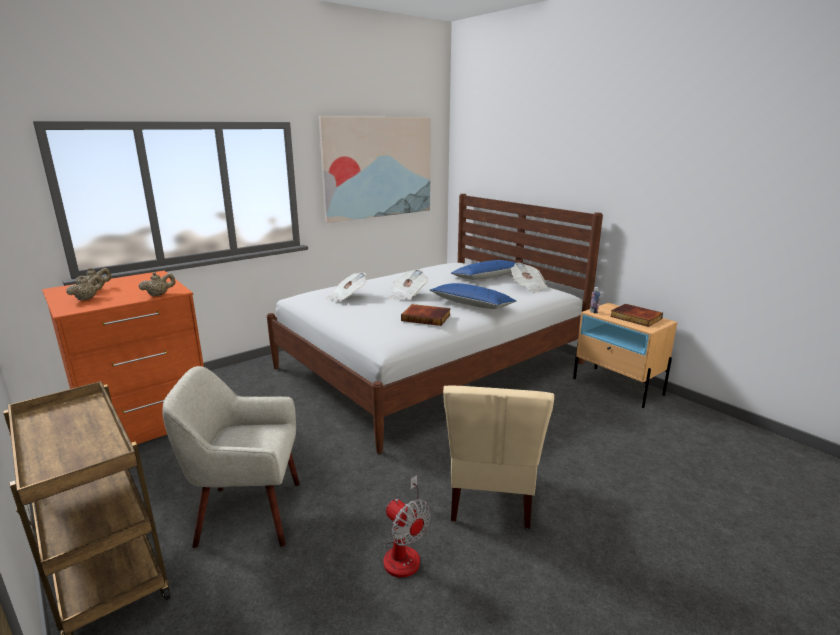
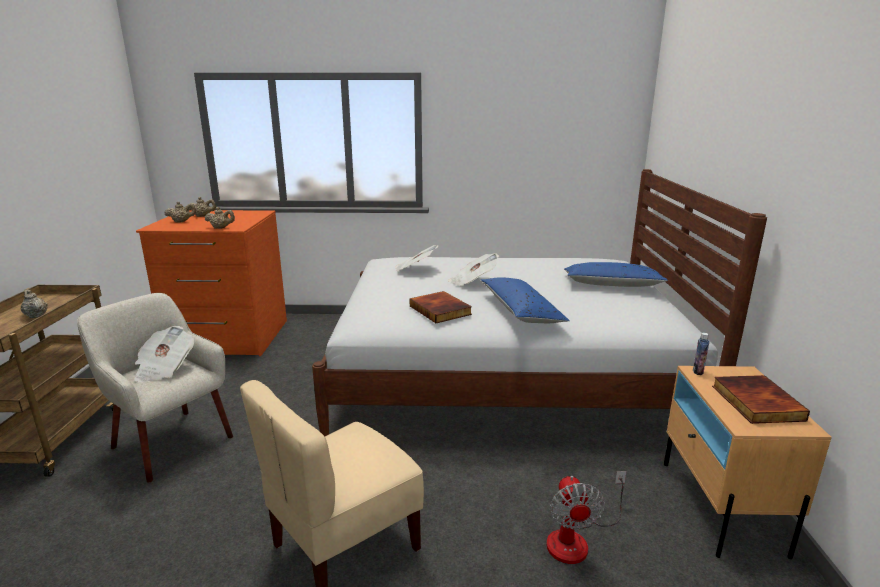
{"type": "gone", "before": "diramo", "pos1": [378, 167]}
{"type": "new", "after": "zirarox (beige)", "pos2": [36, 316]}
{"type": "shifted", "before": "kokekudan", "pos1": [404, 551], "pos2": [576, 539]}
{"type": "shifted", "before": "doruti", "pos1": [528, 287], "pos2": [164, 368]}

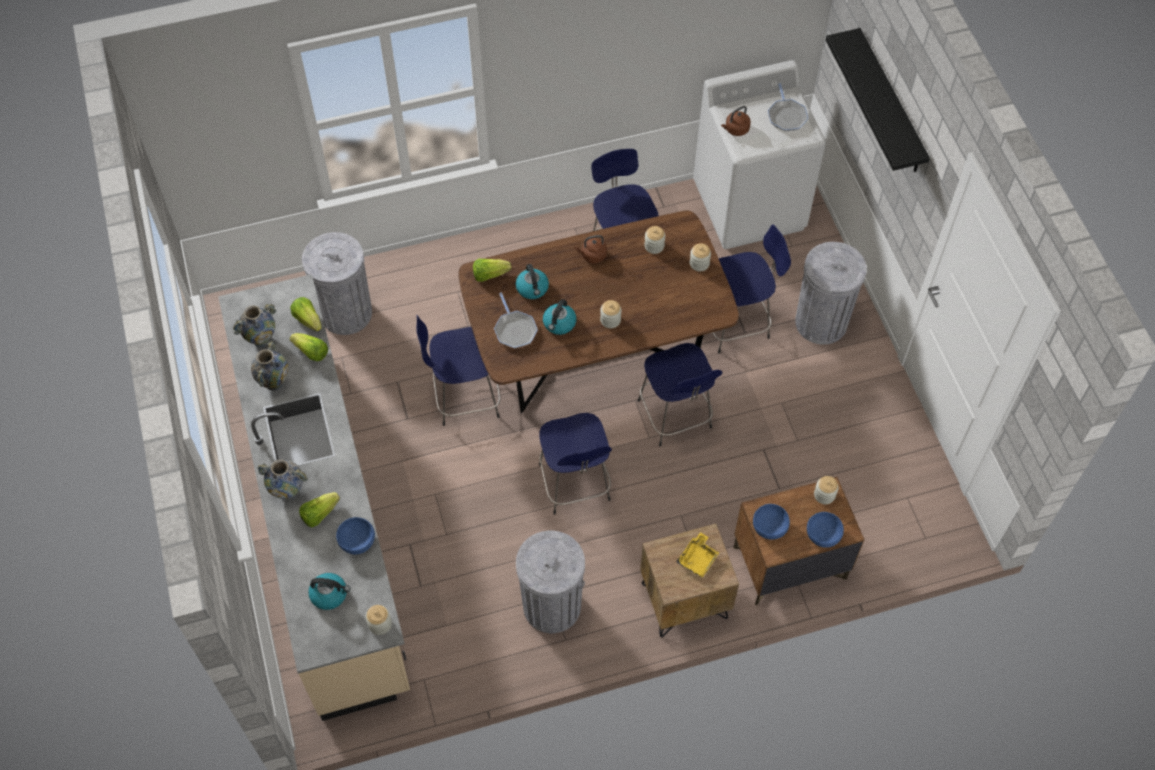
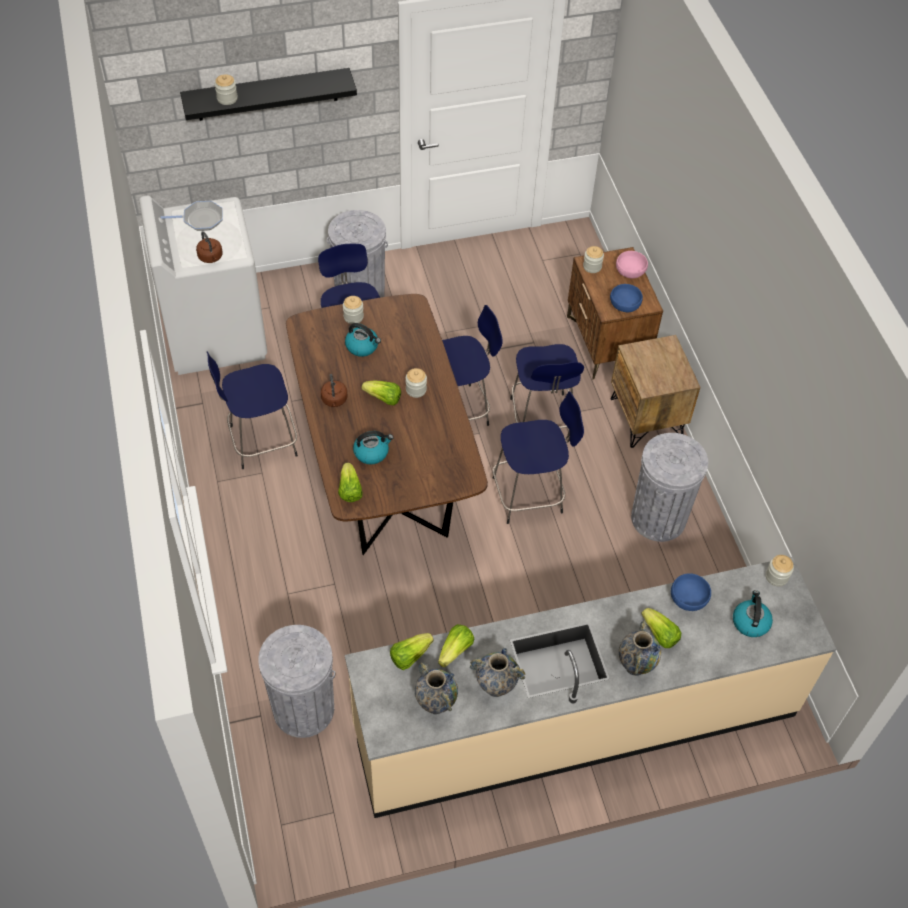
{"type": "gone", "before": "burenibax", "pos1": [514, 330]}
{"type": "gone", "before": "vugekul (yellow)", "pos1": [698, 559]}
{"type": "new", "after": "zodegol", "pos2": [383, 399]}
{"type": "shifted", "before": "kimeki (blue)", "pos1": [464, 398], "pos2": [541, 420]}
{"type": "shifted", "before": "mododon", "pos1": [559, 324], "pos2": [362, 346]}
{"type": "shifted", "before": "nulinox", "pos1": [654, 246], "pos2": [227, 98]}
{"type": "repainted", "before": "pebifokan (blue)", "after": "pebifokan (pink)", "pos1": [823, 535], "pos2": [630, 271]}

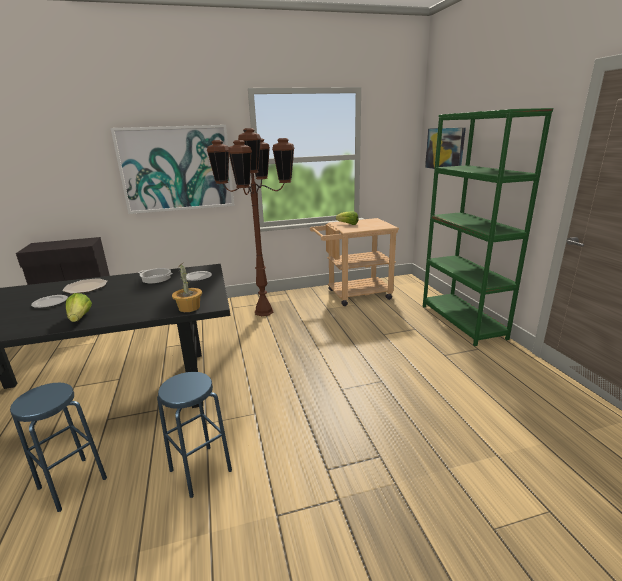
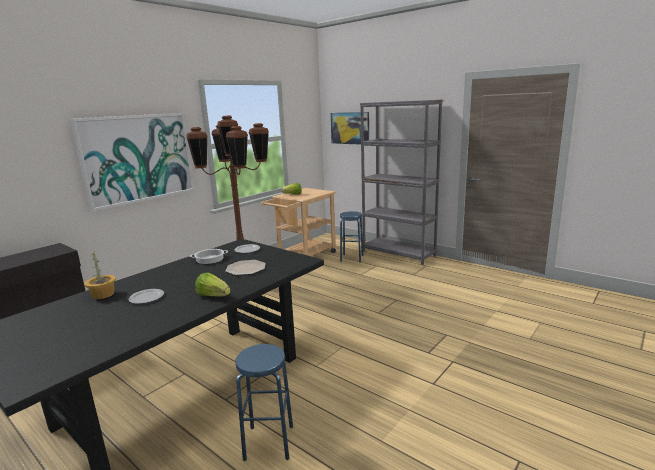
{"type": "shifted", "before": "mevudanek", "pos1": [85, 287], "pos2": [245, 268]}
{"type": "shifted", "before": "kimeki (blue)", "pos1": [200, 470], "pos2": [352, 258]}
{"type": "shifted", "before": "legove", "pos1": [189, 307], "pos2": [103, 294]}
{"type": "repainted", "before": "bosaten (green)", "after": "bosaten (grey)", "pos1": [462, 321], "pos2": [398, 253]}

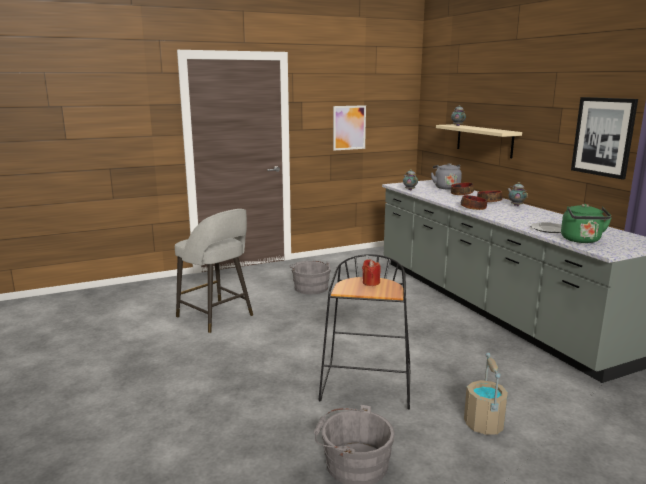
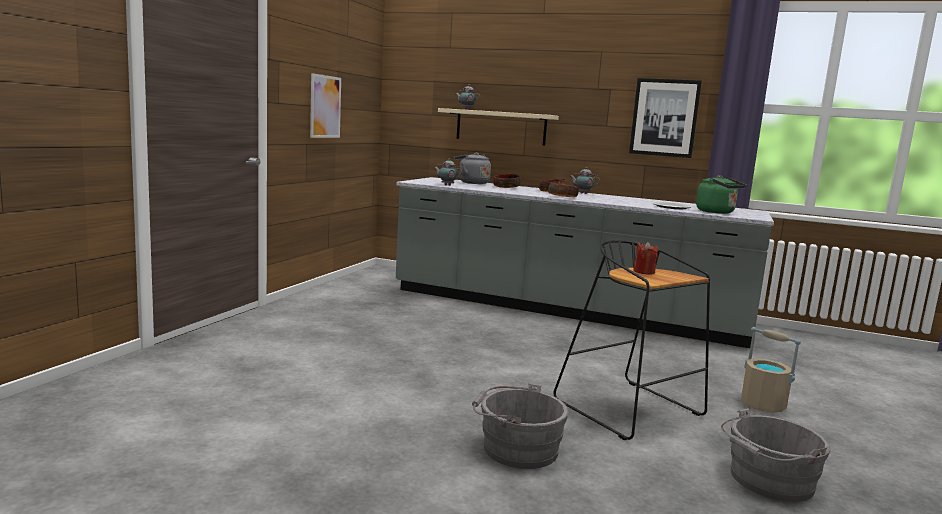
{"type": "gone", "before": "kimeki (grey)", "pos1": [216, 317]}
{"type": "shifted", "before": "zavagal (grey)", "pos1": [310, 287], "pos2": [515, 448]}

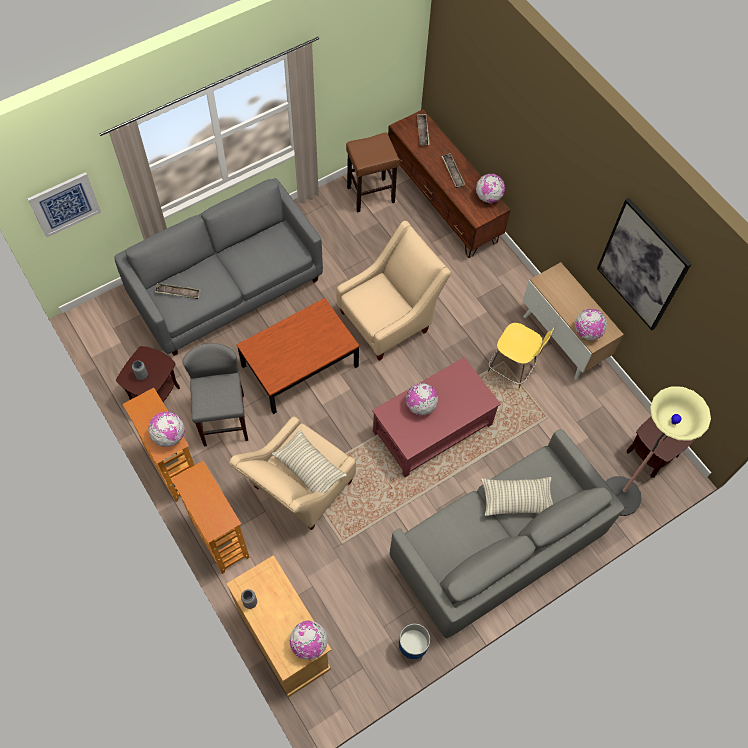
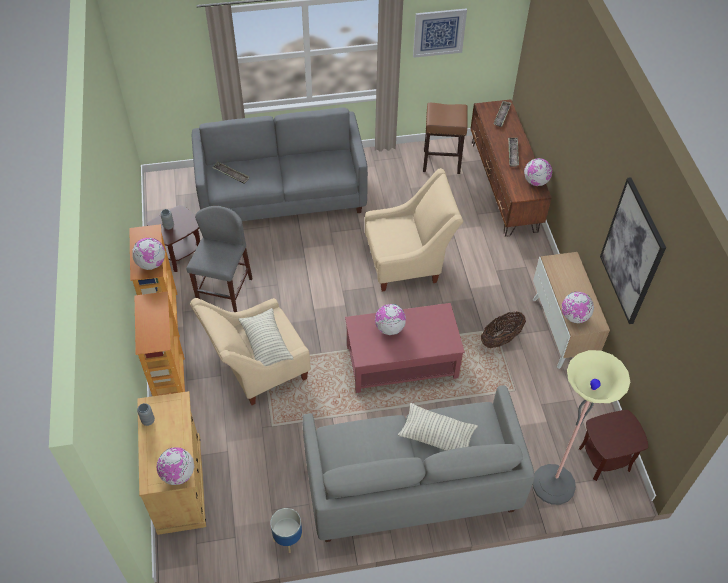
{"type": "gone", "before": "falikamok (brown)", "pos1": [300, 365]}
{"type": "shifted", "before": "diramo", "pos1": [65, 204], "pos2": [439, 32]}
{"type": "swapped", "before": "kimeki (yellow)", "after": "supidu", "pos1": [512, 369], "pos2": [501, 339]}

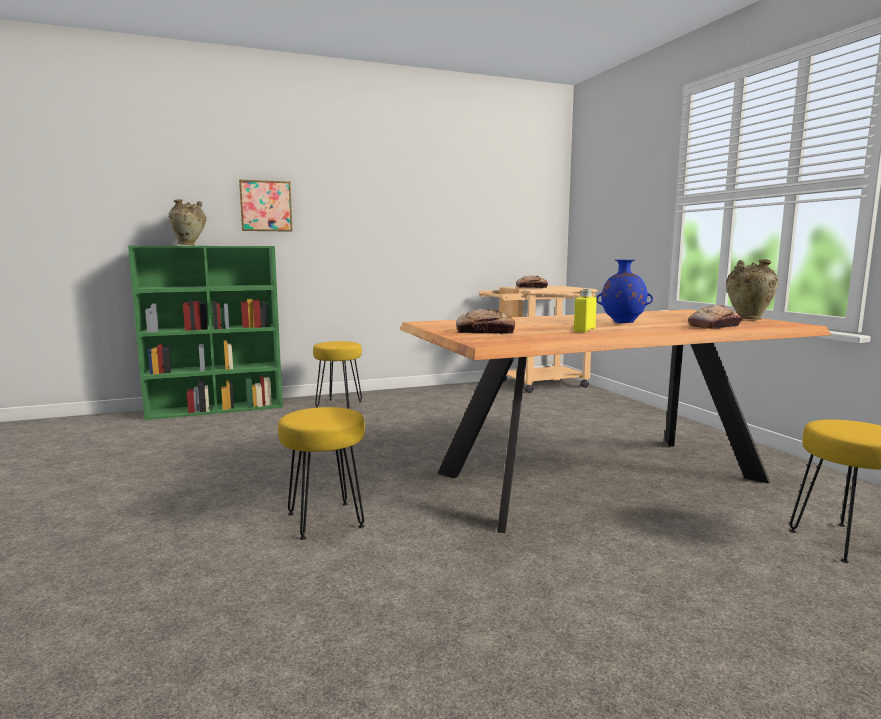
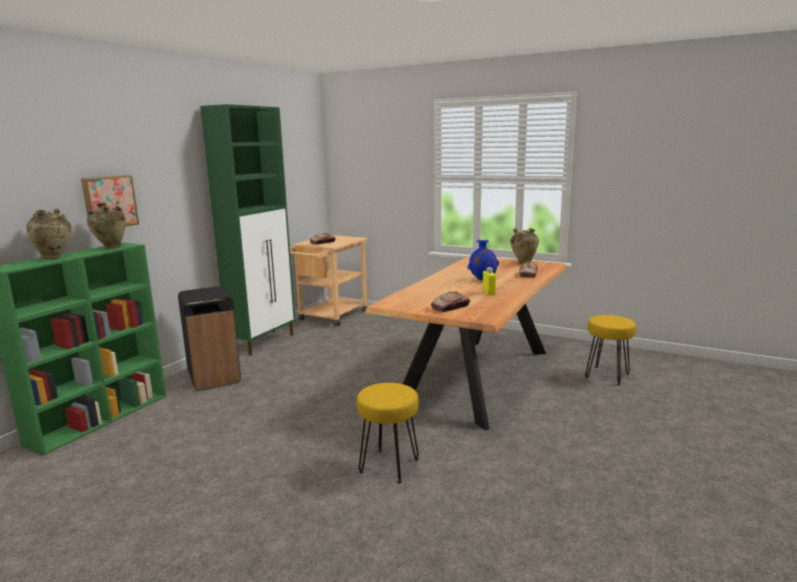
{"type": "new", "after": "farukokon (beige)", "pos2": [111, 247]}
{"type": "new", "after": "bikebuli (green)", "pos2": [263, 342]}
{"type": "swapped", "before": "kimeki (yellow)", "after": "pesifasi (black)", "pos1": [338, 405], "pos2": [213, 378]}

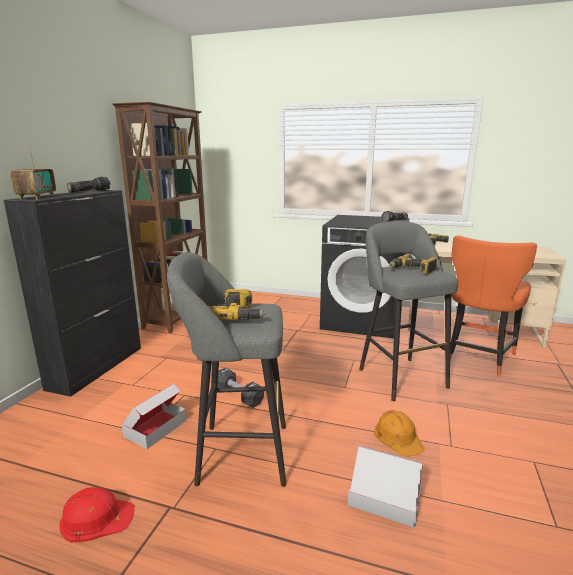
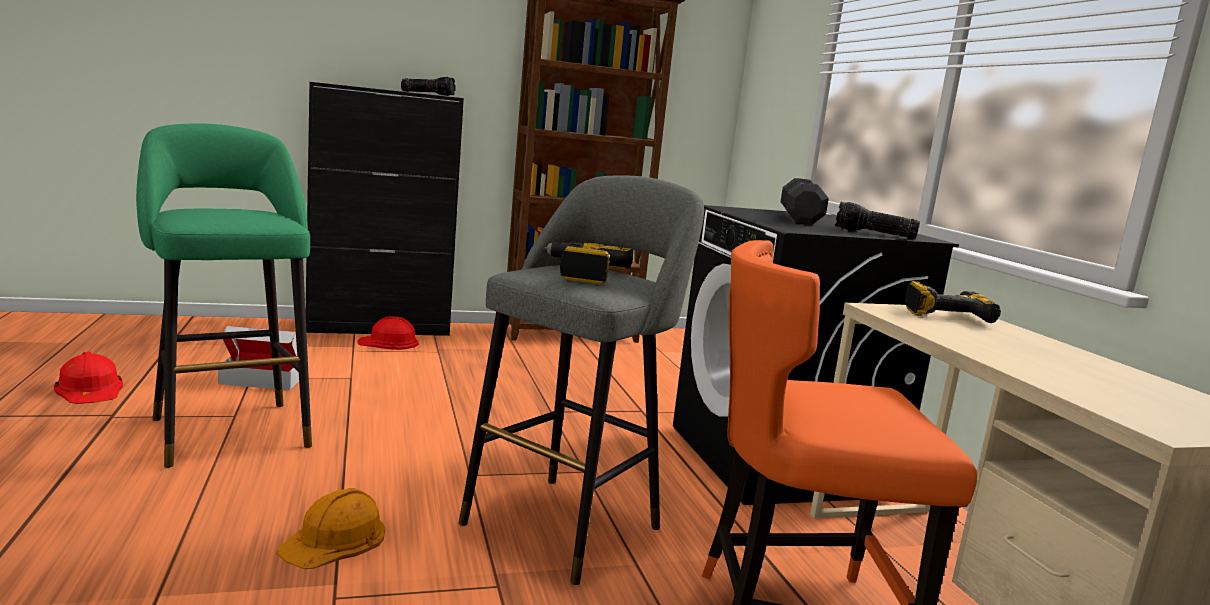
{"type": "gone", "before": "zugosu", "pos1": [37, 197]}
{"type": "gone", "before": "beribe", "pos1": [239, 315]}
{"type": "gone", "before": "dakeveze", "pos1": [384, 500]}
{"type": "new", "after": "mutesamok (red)", "pos2": [389, 342]}
{"type": "shifted", "before": "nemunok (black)", "pos1": [238, 396], "pos2": [800, 218]}
{"type": "repainted", "before": "kimeki (grey)", "after": "kimeki (green)", "pos1": [237, 453], "pos2": [228, 429]}

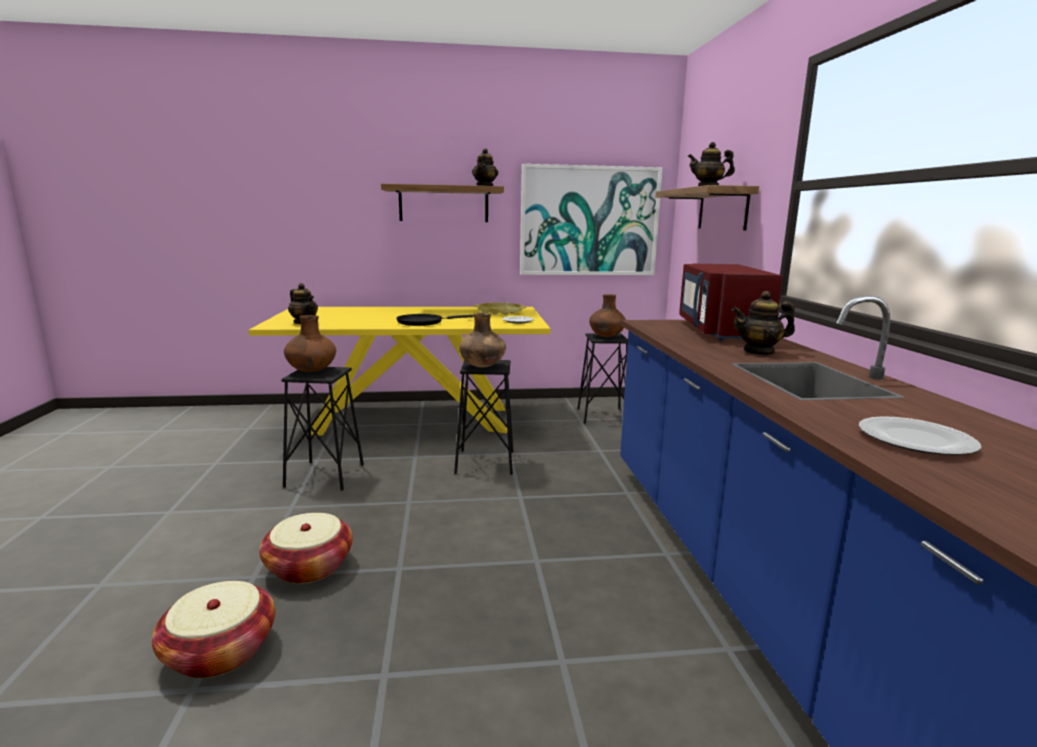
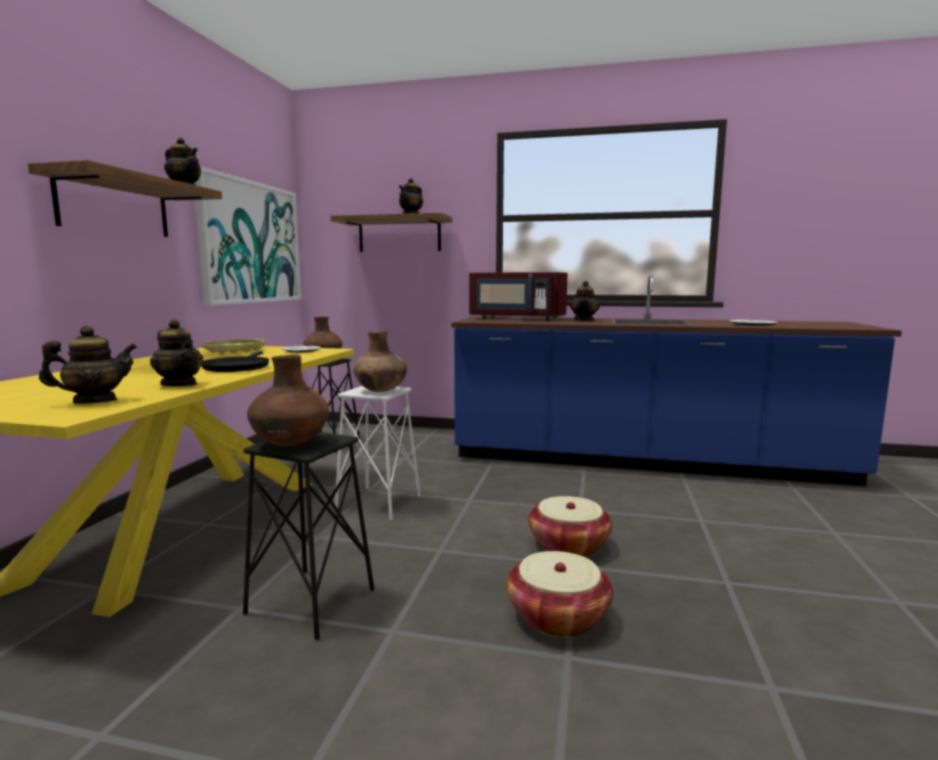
{"type": "new", "after": "zirarox", "pos2": [179, 384]}
{"type": "shifted", "before": "supidu", "pos1": [220, 651], "pos2": [568, 545]}
{"type": "repainted", "before": "kimeki (black)", "after": "kimeki (white)", "pos1": [485, 462], "pos2": [378, 503]}

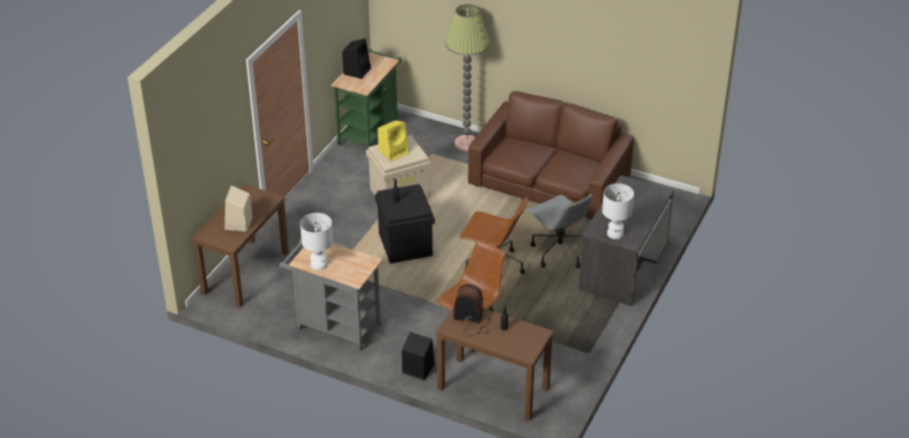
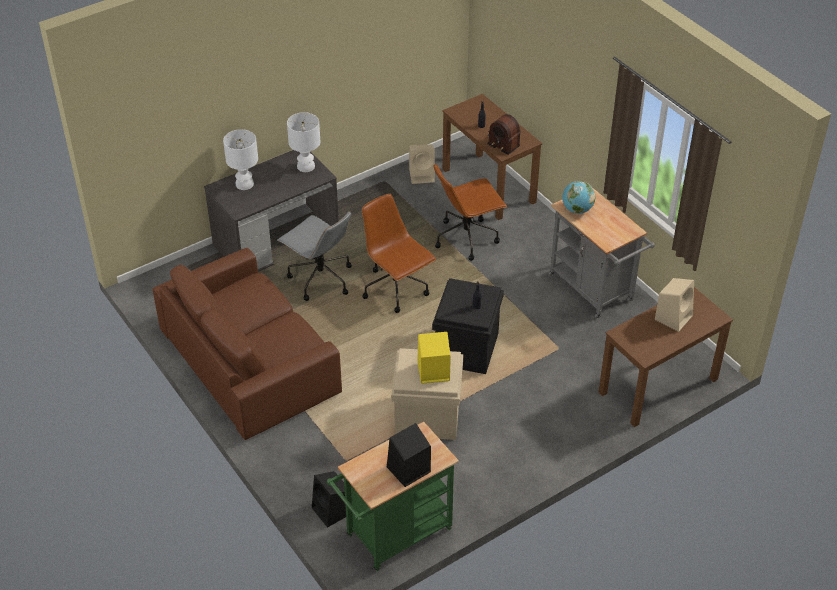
{"type": "gone", "before": "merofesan", "pos1": [466, 143]}
{"type": "new", "after": "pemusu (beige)", "pos2": [422, 175]}
{"type": "new", "after": "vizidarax", "pos2": [577, 210]}
{"type": "shifted", "before": "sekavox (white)", "pos1": [319, 264], "pos2": [244, 184]}
{"type": "shifted", "before": "pemusu (black)", "pos1": [417, 368], "pos2": [332, 511]}
{"type": "rotated", "before": "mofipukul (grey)", "pos1": [559, 251], "pos2": [320, 279], "turn": 135}

